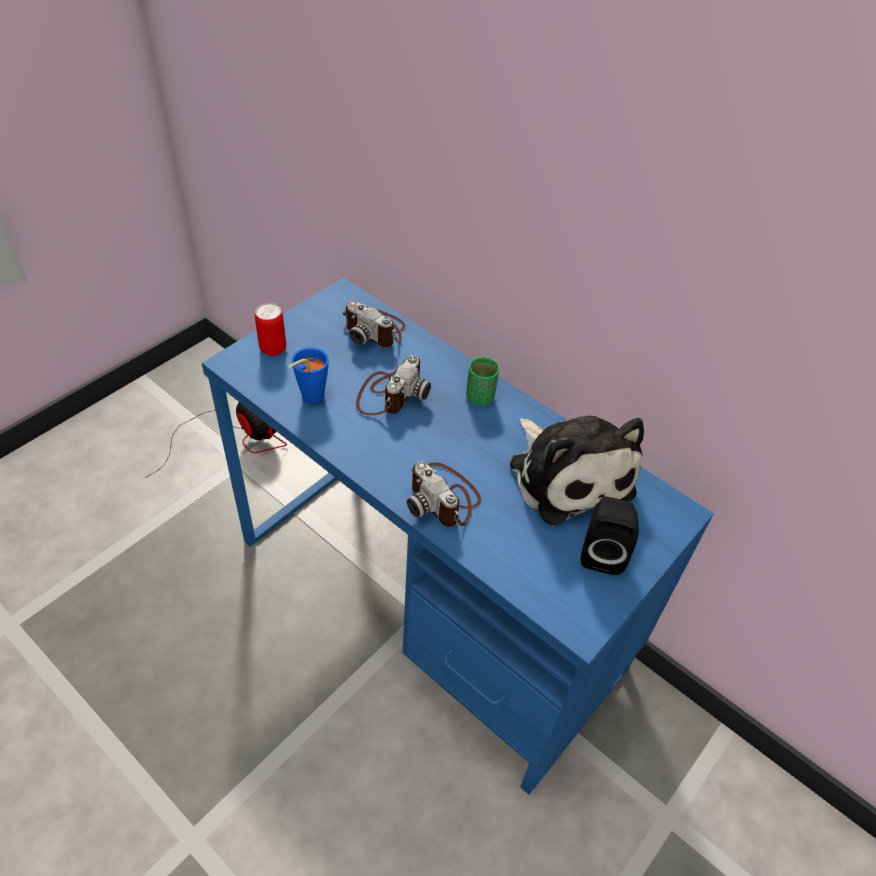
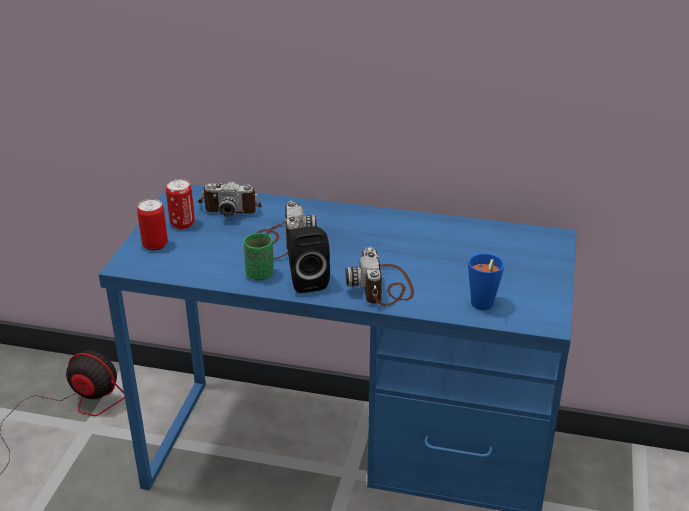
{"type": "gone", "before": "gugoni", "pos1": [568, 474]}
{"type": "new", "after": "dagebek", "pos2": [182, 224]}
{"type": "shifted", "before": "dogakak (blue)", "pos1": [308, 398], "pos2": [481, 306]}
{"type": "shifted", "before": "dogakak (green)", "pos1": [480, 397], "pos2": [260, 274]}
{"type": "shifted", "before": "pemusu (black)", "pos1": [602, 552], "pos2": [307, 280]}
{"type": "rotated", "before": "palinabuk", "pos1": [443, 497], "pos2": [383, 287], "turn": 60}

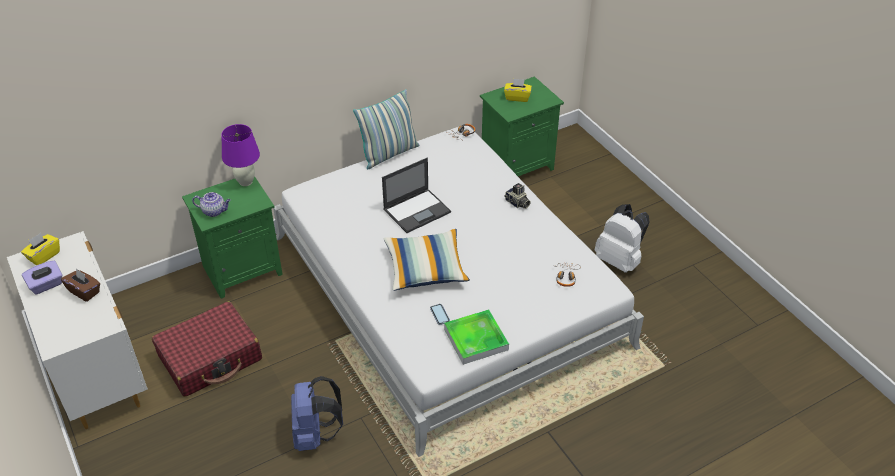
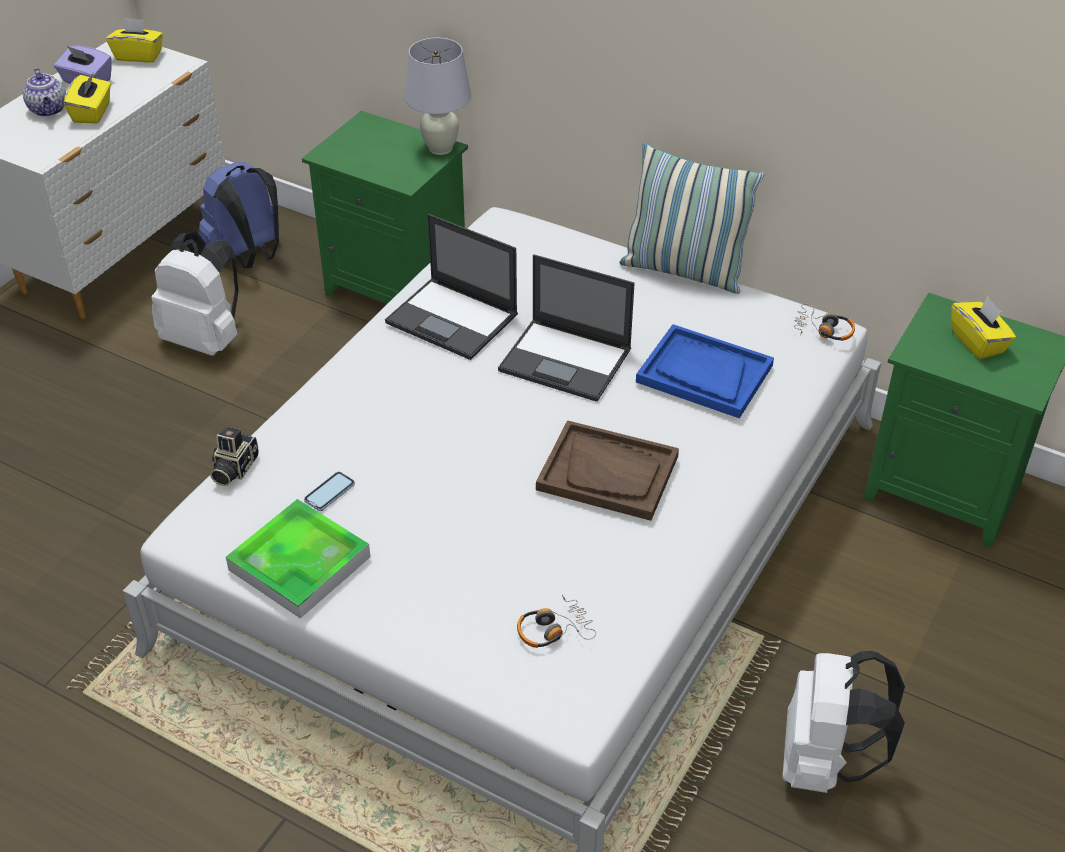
{"type": "gone", "before": "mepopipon", "pos1": [426, 268]}
{"type": "new", "after": "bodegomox", "pos2": [453, 319]}
{"type": "new", "after": "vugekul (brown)", "pos2": [608, 473]}
{"type": "new", "after": "vugekul (blue)", "pos2": [704, 374]}
{"type": "shifted", "before": "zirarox", "pos1": [214, 211], "pos2": [49, 110]}
{"type": "shifted", "before": "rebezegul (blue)", "pos1": [315, 434], "pos2": [248, 256]}
{"type": "shifted", "before": "palinabuk", "pos1": [517, 203], "pos2": [233, 469]}
{"type": "swapped", "before": "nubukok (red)", "after": "rebezegul (white)", "pos1": [210, 358], "pos2": [206, 339]}
{"type": "repainted", "before": "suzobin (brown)", "after": "suzobin (yellow)", "pos1": [84, 291], "pos2": [92, 113]}
{"type": "repainted", "before": "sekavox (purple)", "after": "sekavox (white)", "pos1": [245, 182], "pos2": [440, 148]}

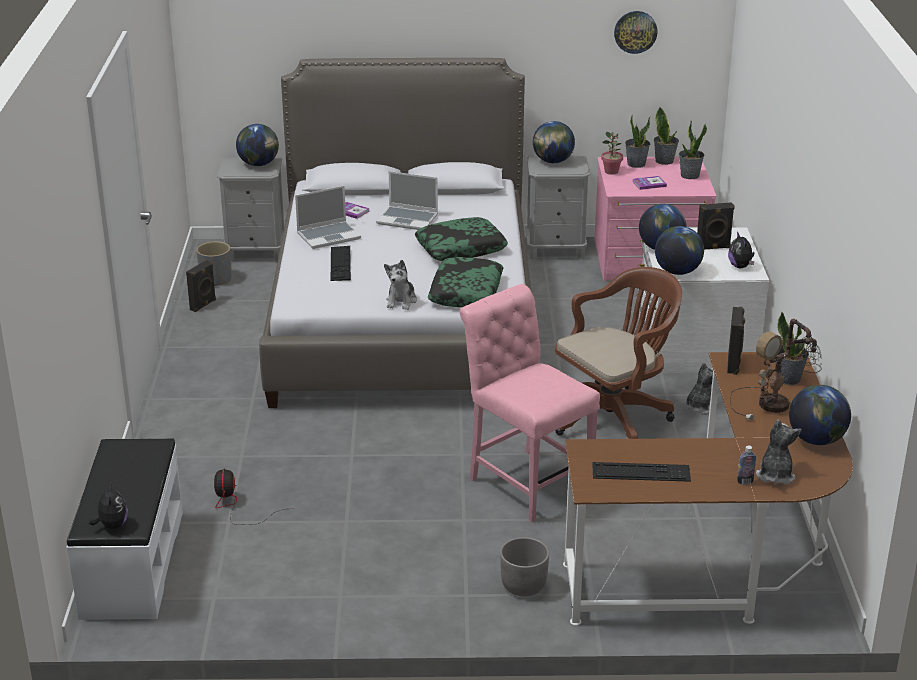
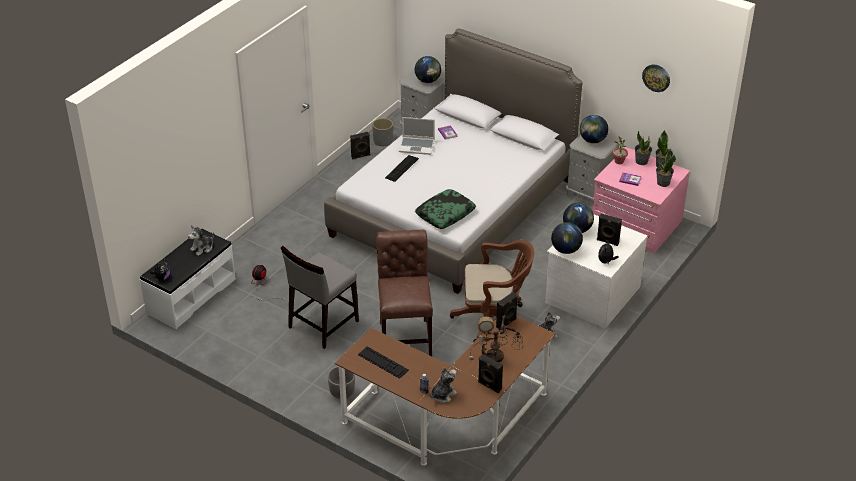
{"type": "gone", "before": "bodegomox", "pos1": [408, 219]}
{"type": "gone", "before": "mepopipon", "pos1": [460, 248]}
{"type": "gone", "before": "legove", "pos1": [788, 378]}
{"type": "new", "after": "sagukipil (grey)", "pos2": [322, 324]}
{"type": "shifted", "before": "gugoni", "pos1": [401, 301], "pos2": [202, 248]}
{"type": "swapped", "before": "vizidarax", "after": "pemusu (black)", "pos1": [816, 439], "pos2": [489, 386]}
{"type": "repainted", "before": "sagukipil (pink)", "after": "sagukipil (brown)", "pos1": [526, 481], "pos2": [405, 336]}

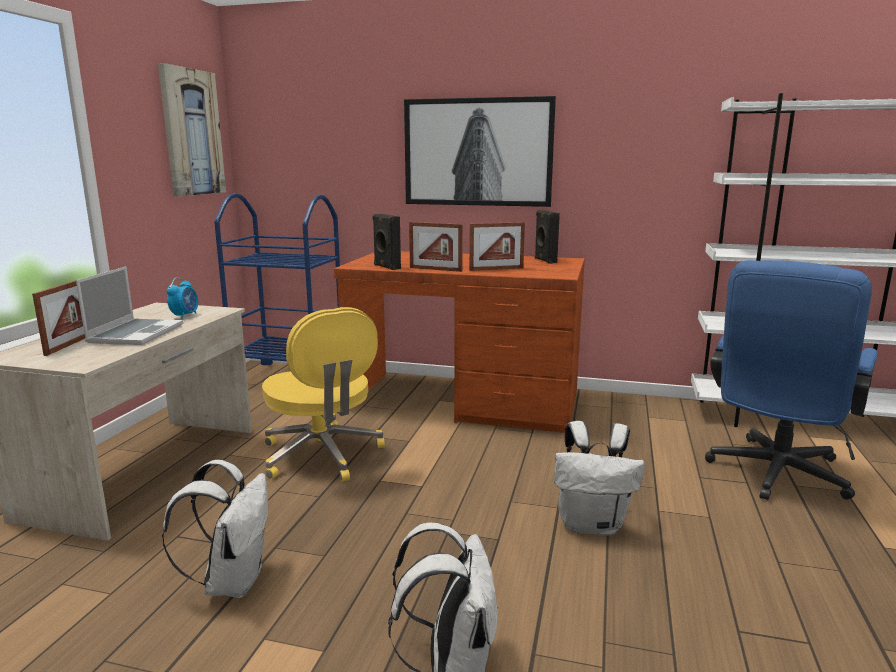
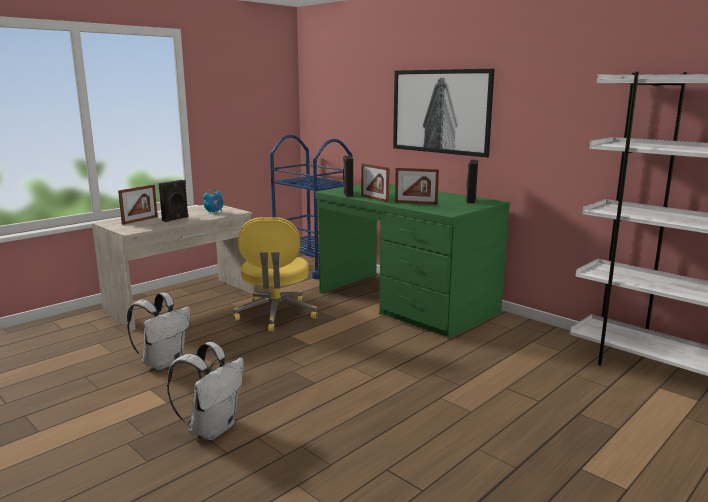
{"type": "gone", "before": "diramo", "pos1": [192, 133]}
{"type": "gone", "before": "rebezegul (white)", "pos1": [592, 524]}
{"type": "gone", "before": "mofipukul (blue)", "pos1": [774, 476]}
{"type": "swapped", "before": "bodegomox", "after": "pemusu (black)", "pos1": [136, 333], "pos2": [176, 219]}
{"type": "repainted", "before": "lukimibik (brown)", "after": "lukimibik (green)", "pos1": [465, 401], "pos2": [405, 302]}

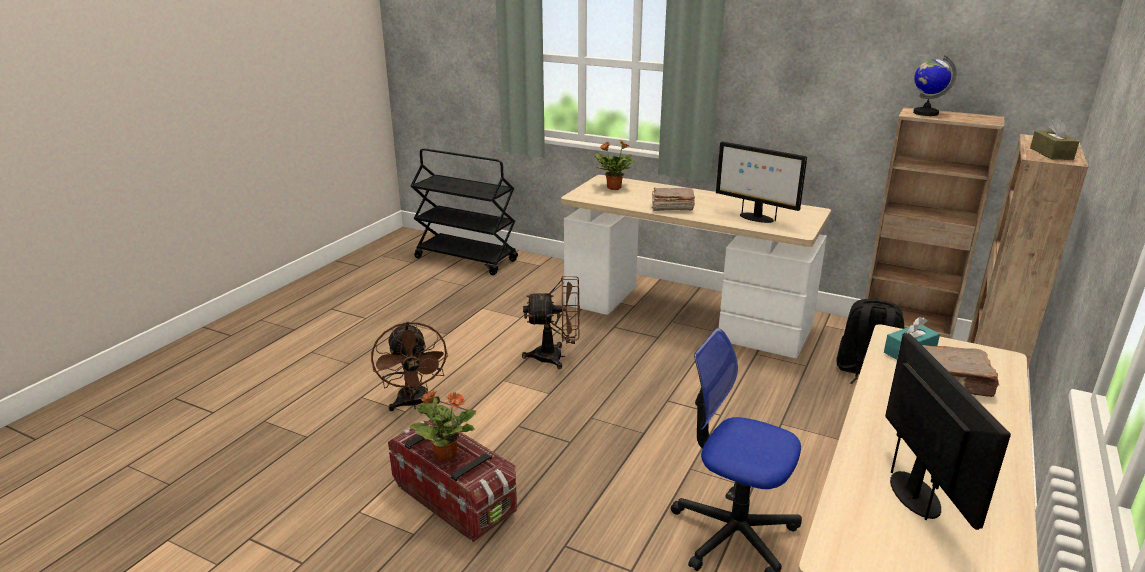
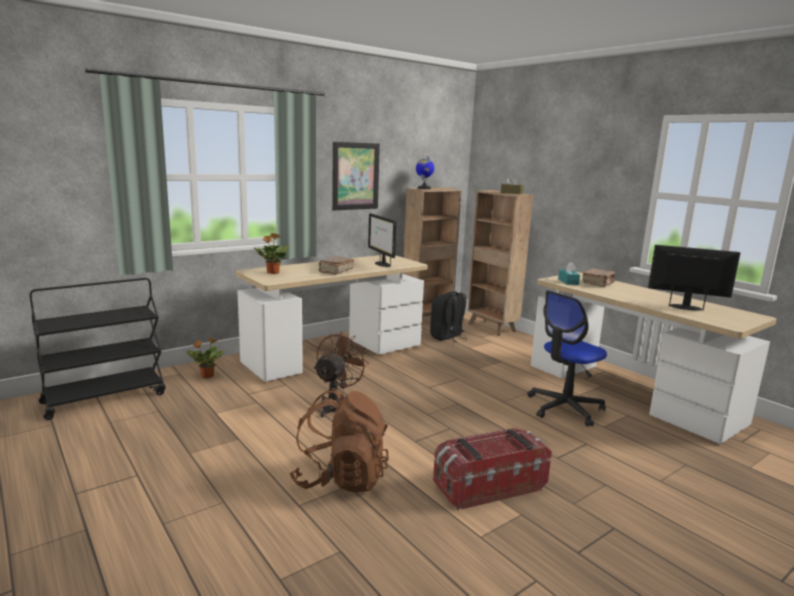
{"type": "new", "after": "diramo", "pos2": [355, 176]}
{"type": "shifted", "before": "legove", "pos1": [445, 453], "pos2": [207, 376]}
{"type": "swapped", "before": "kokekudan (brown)", "after": "rebezegul (brown)", "pos1": [414, 404], "pos2": [341, 479]}
{"type": "rotated", "before": "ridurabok", "pos1": [755, 218], "pos2": [382, 264], "turn": 90}

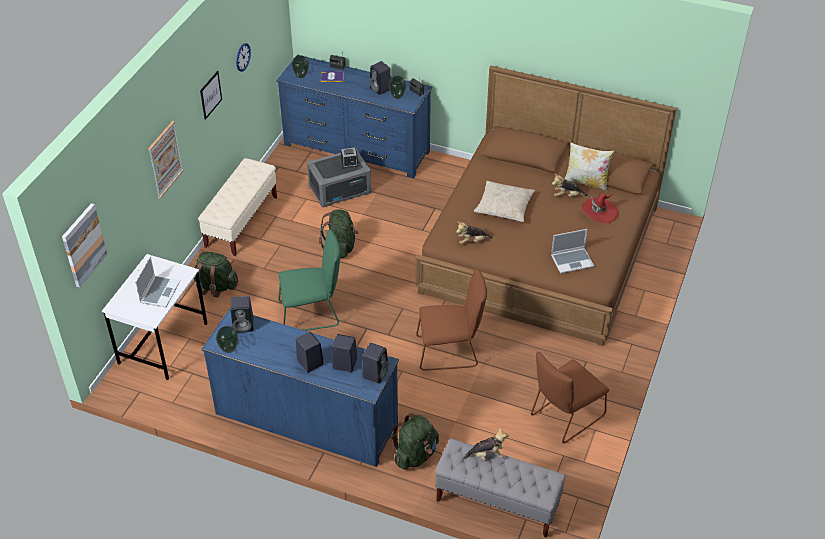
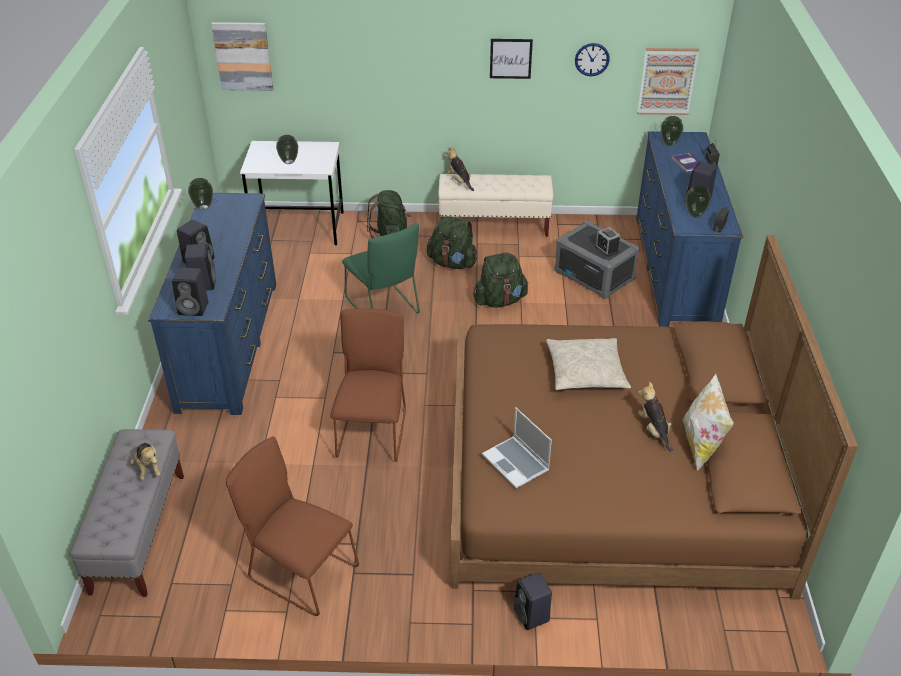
{"type": "gone", "before": "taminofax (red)", "pos1": [599, 211]}
{"type": "shifted", "before": "diramo", "pos1": [165, 159], "pos2": [667, 81]}
{"type": "shifted", "before": "pemusu (black)", "pos1": [244, 325], "pos2": [532, 616]}
{"type": "shifted", "before": "rebezegul (green)", "pos1": [415, 455], "pos2": [452, 263]}
{"type": "shifted", "before": "gugoni", "pos1": [472, 241], "pos2": [460, 181]}
{"type": "swapped", "before": "bodegomox", "after": "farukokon", "pos1": [159, 292], "pos2": [289, 162]}
{"type": "rotated", "before": "sagukipil (brown)", "pos1": [450, 352], "pos2": [373, 431], "turn": -150}

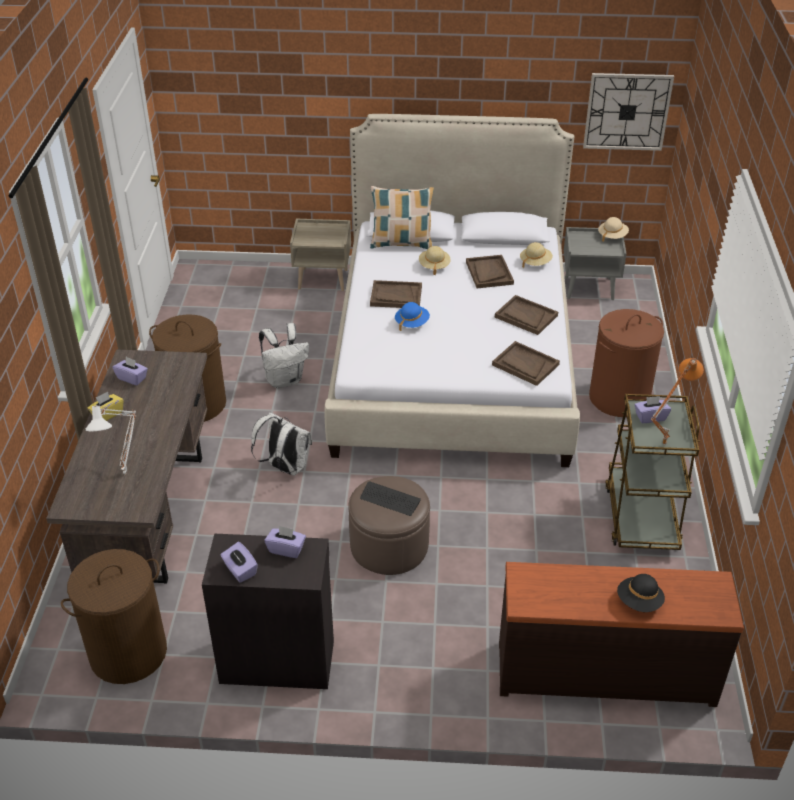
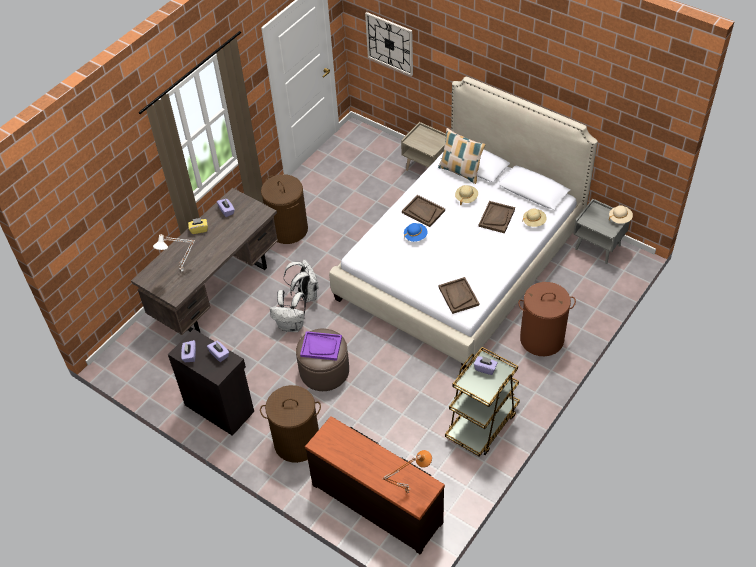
{"type": "gone", "before": "vugekul (brown)", "pos1": [526, 316]}
{"type": "gone", "before": "taminofax (black)", "pos1": [639, 602]}
{"type": "shifted", "before": "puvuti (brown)", "pos1": [128, 653], "pos2": [297, 443]}
{"type": "shifted", "before": "rebezegul (white)", "pos1": [285, 380], "pos2": [292, 325]}
{"type": "shifted", "before": "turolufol", "pos1": [627, 111], "pos2": [390, 43]}
{"type": "shifted", "before": "sekavox (orange)", "pos1": [662, 444], "pos2": [407, 491]}
{"type": "swapped", "before": "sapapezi", "after": "vugekul (purple)", "pos1": [390, 499], "pos2": [321, 346]}

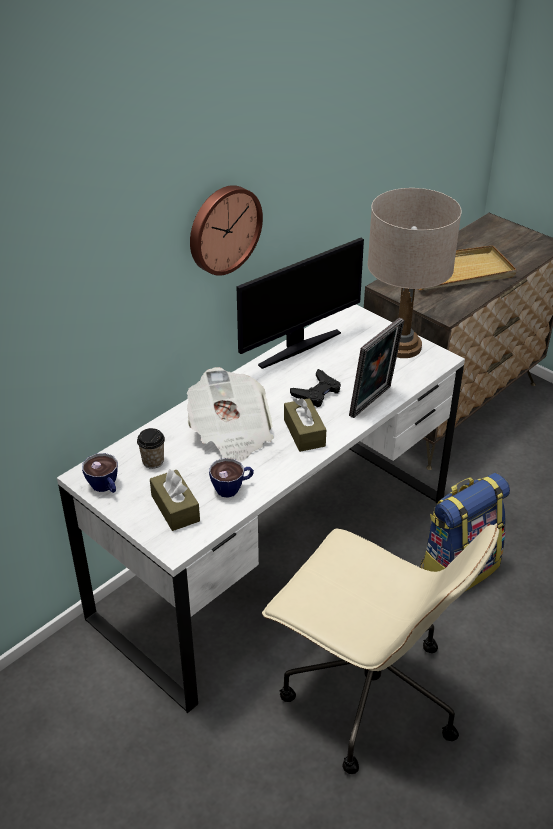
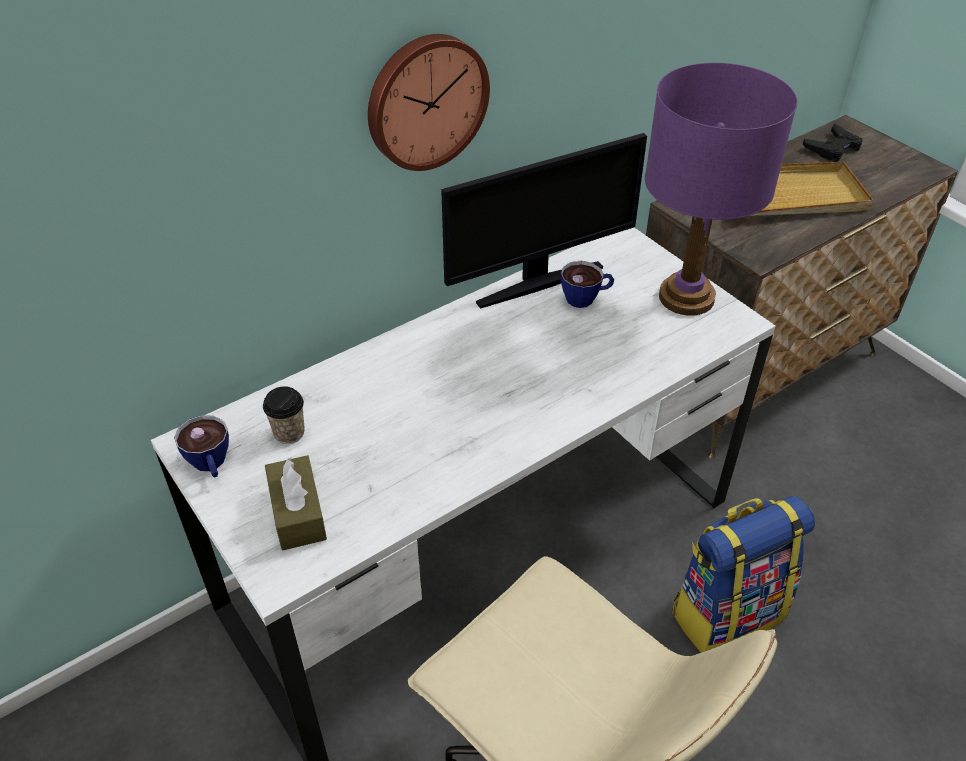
{"type": "gone", "before": "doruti", "pos1": [230, 434]}
{"type": "gone", "before": "suzobin (brown)", "pos1": [304, 433]}
{"type": "gone", "before": "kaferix", "pos1": [373, 402]}
{"type": "shifted", "before": "dogakak", "pos1": [232, 488], "pos2": [586, 298]}
{"type": "shifted", "before": "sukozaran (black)", "pos1": [317, 393], "pos2": [832, 148]}
{"type": "repainted", "before": "sekavox (beige)", "after": "sekavox (purple)", "pos1": [402, 347], "pos2": [686, 298]}

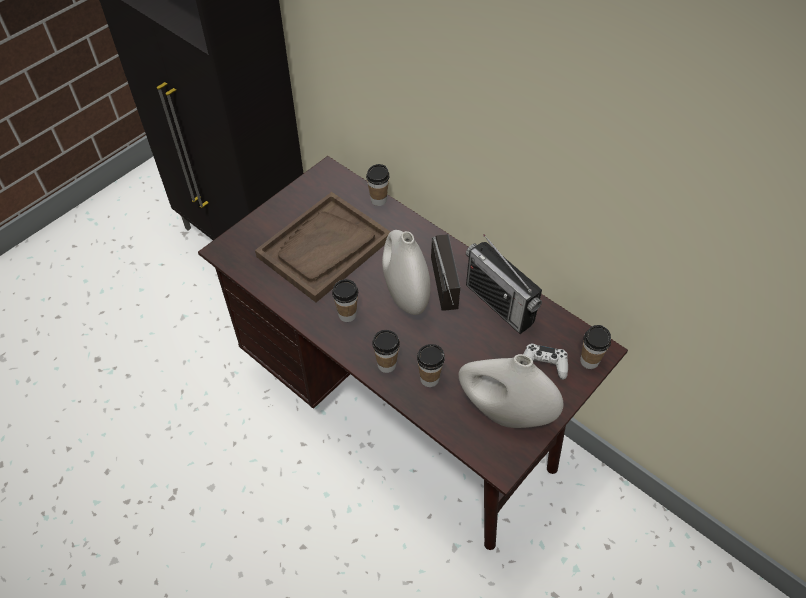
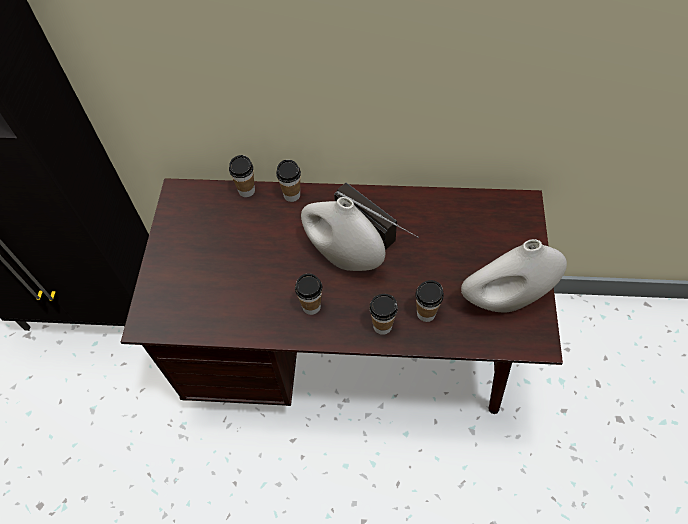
{"type": "gone", "before": "vugekul (brown)", "pos1": [324, 248]}
{"type": "gone", "before": "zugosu", "pos1": [499, 304]}
{"type": "gone", "before": "sukozaran (white)", "pos1": [544, 364]}
{"type": "shifted", "before": "dogakak", "pos1": [589, 361], "pos2": [292, 195]}

